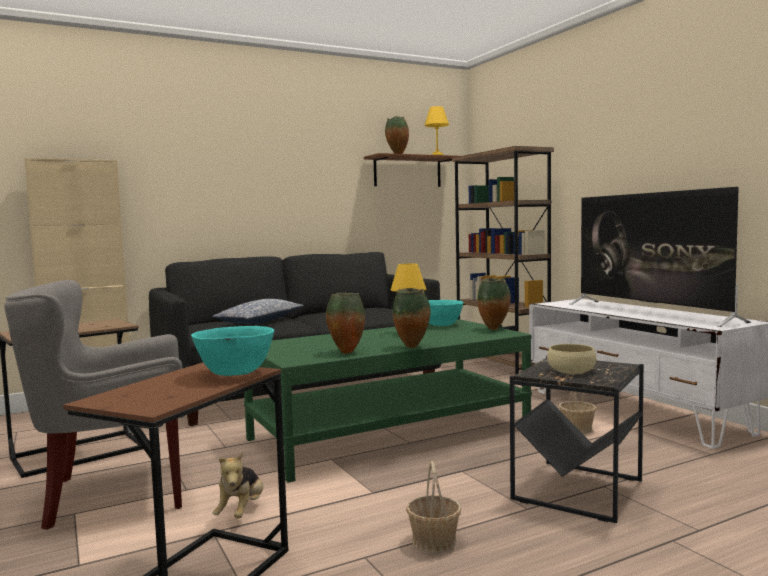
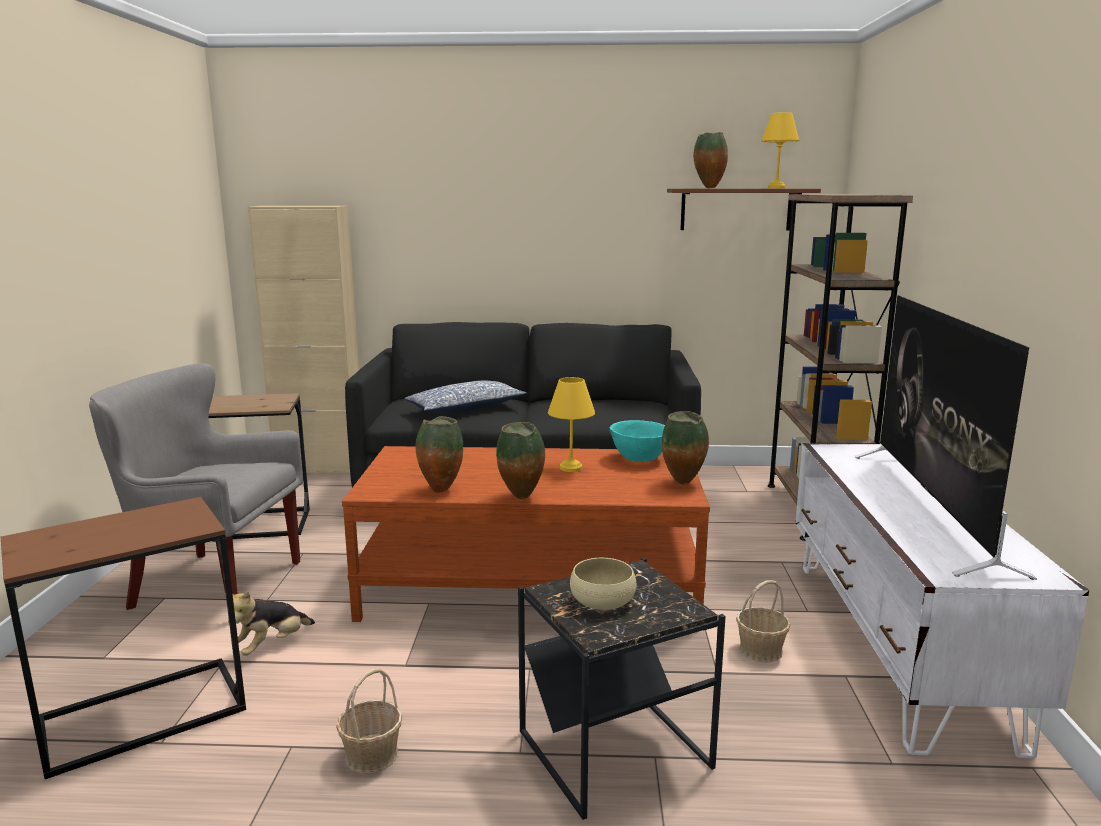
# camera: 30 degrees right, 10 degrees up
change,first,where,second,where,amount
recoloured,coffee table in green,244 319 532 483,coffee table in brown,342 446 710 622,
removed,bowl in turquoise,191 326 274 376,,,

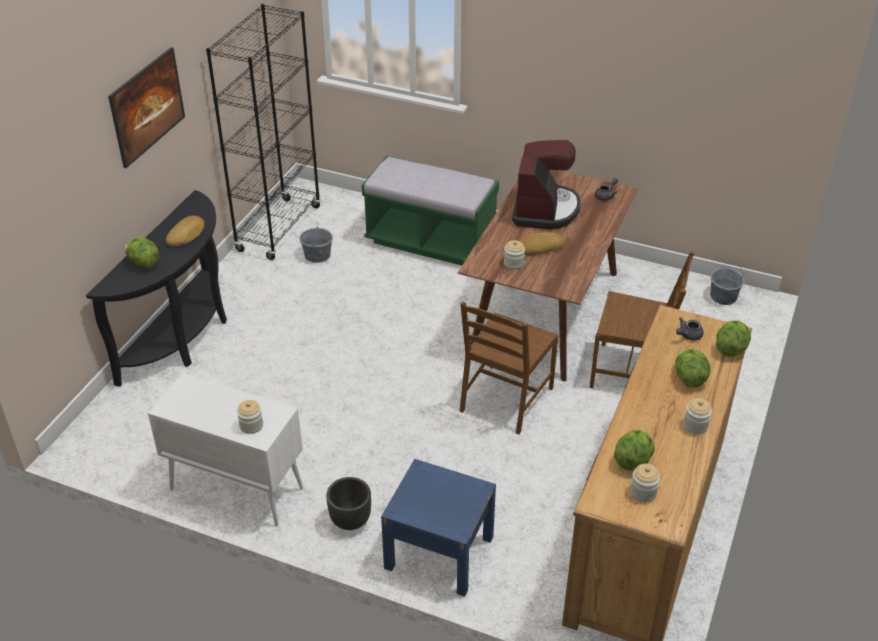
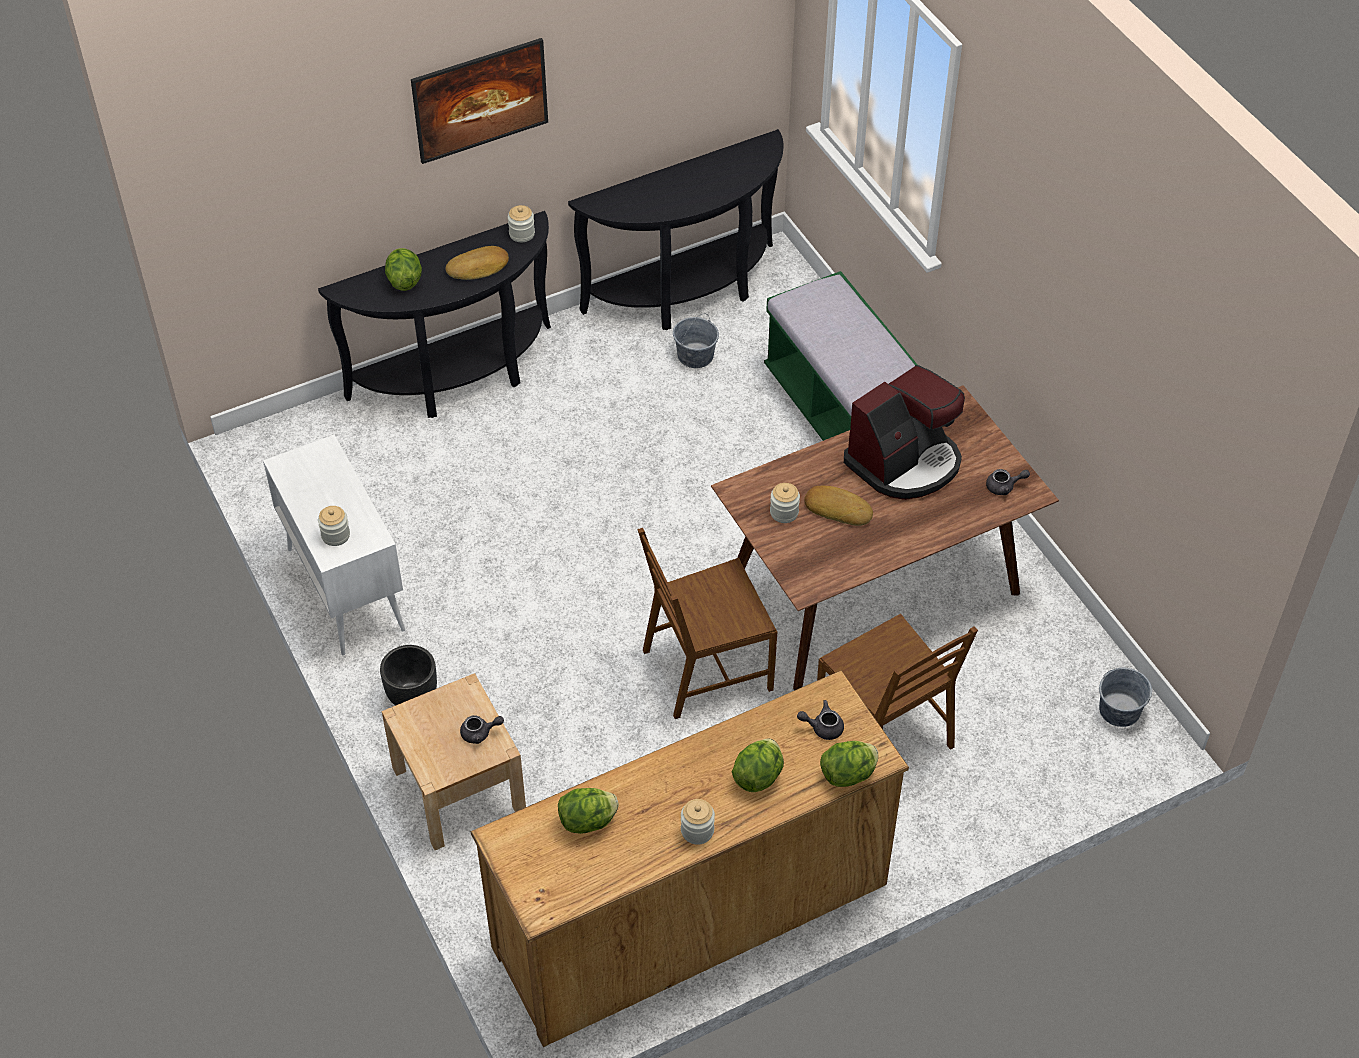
# camera: 40 degrees right, 10 degrees up
change,first,where,second,where,amount
replaced,bookcase in black,206 4 321 260,console table in black,568 129 783 330,
recoloured,nightstand in blue,381 459 496 597,nightstand in beige,382 673 526 850,
moved,jar,630 464 660 502,,508 205 535 242,
added,,,teapot in grey,460 715 504 744,

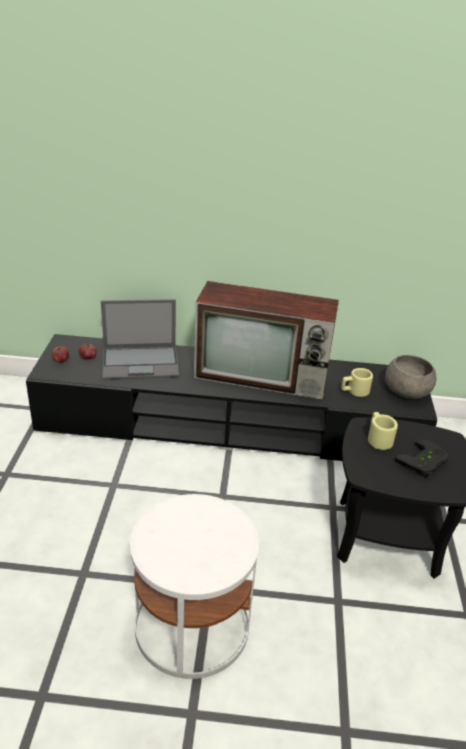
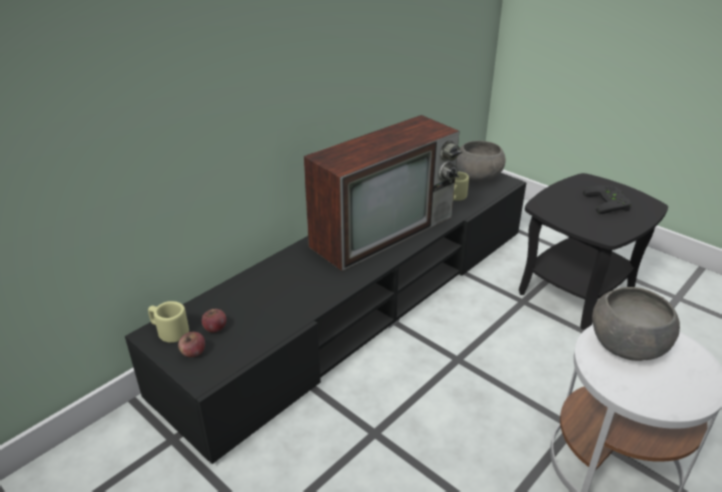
# camera: 50 degrees left, 0 degrees up
change,first,where,second,where,amount
removed,laptop,101 299 179 380,,,
moved,mug in beige,368 412 398 450,,148 301 189 343,
added,,,bowl in grey,592 287 680 361,

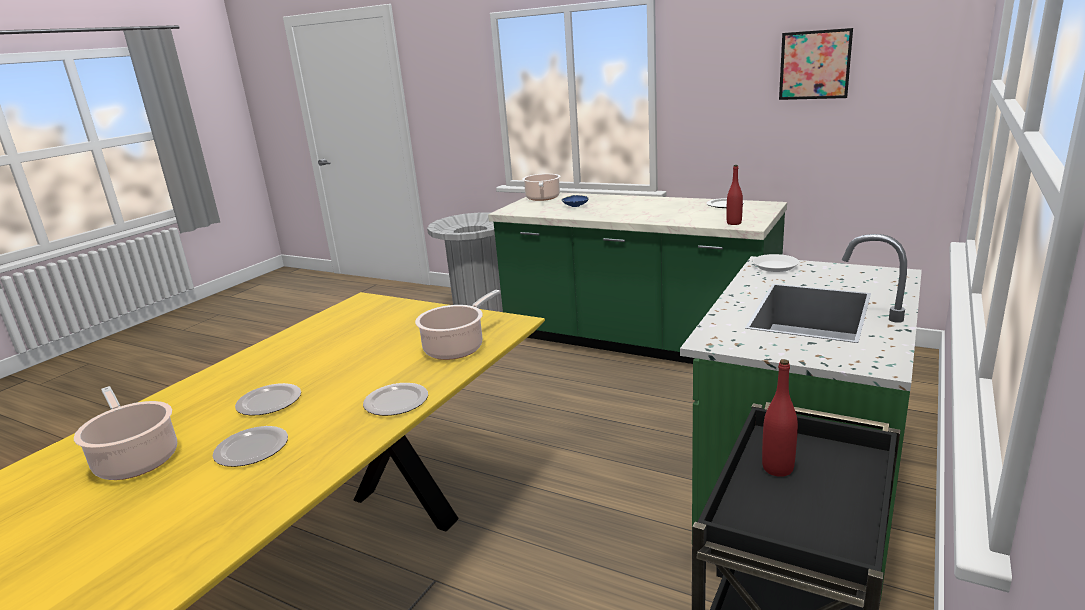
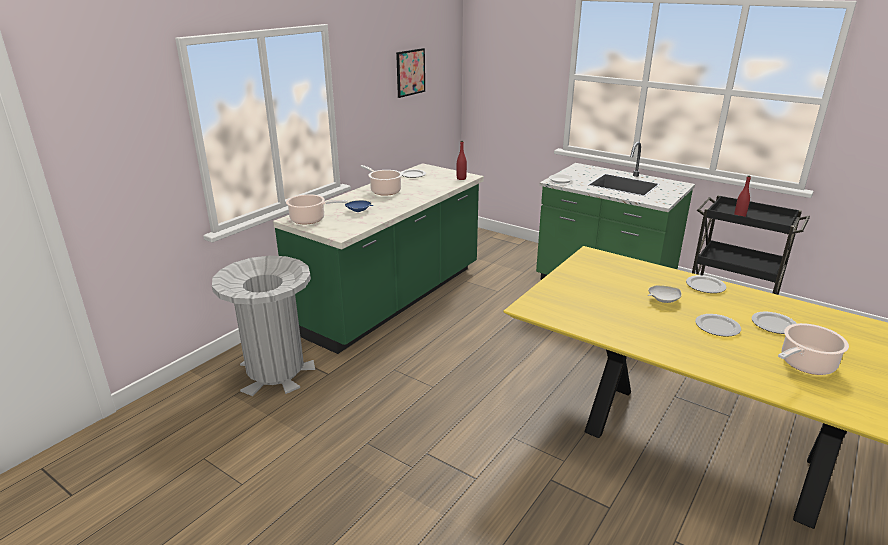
# camera: 85 degrees left, 5 degrees up
change,first,where,second,where,amount
moved,cooking pot,415 290 501 360,,360 165 402 196,
added,,,bowl in white,648 285 682 303,

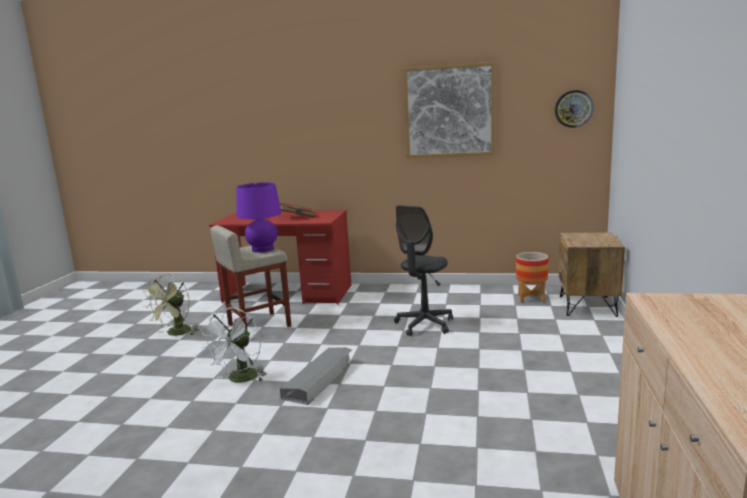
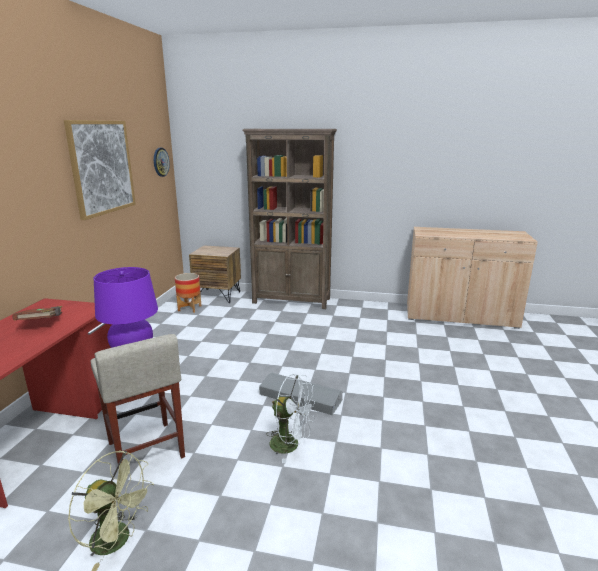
# camera: 90 degrees left, 5 degrees up
change,first,where,second,where,amount
removed,office chair in grey,394 205 453 336,,,
added,,,bookcase in brown,242 129 337 309,

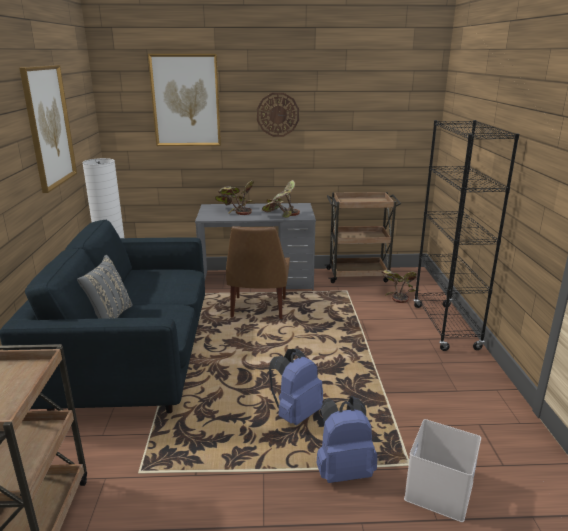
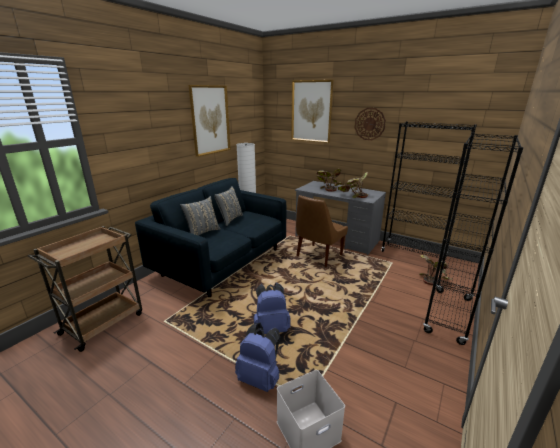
# camera: 35 degrees right, 0 degrees up
change,first,where,second,where,amount
replaced,cart in brown,326 192 401 283,bookcase in black,381 121 477 261,
added,,,pillow in grey,214 186 243 226,

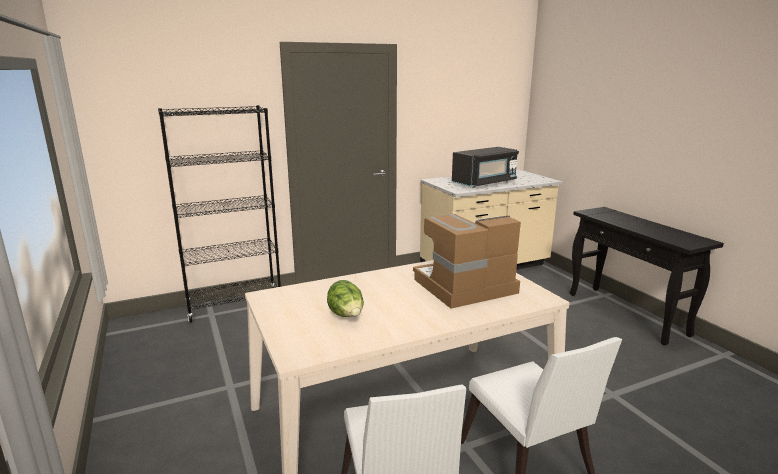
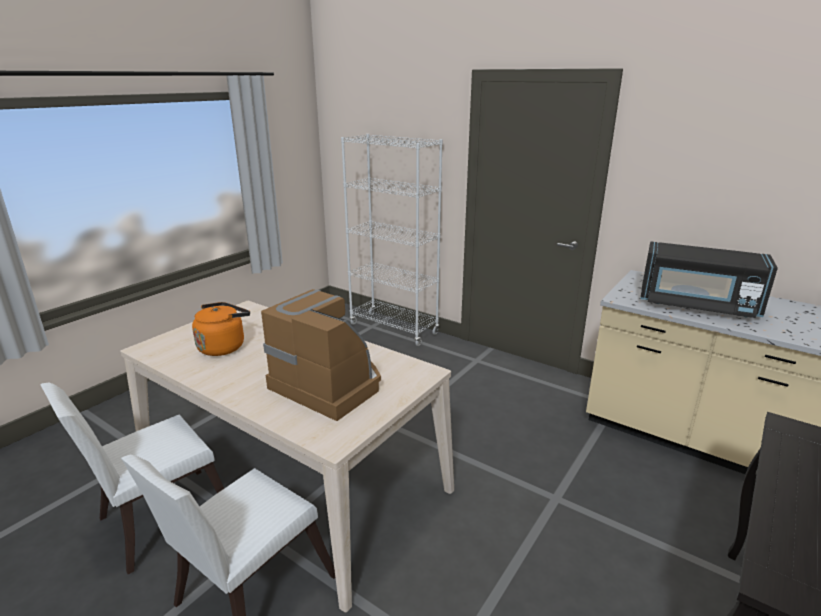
# camera: 60 degrees right, 5 degrees up
change,first,where,second,where,amount
recoloured,bookcase in black,158 105 281 322,bookcase in white,341 134 443 346,
replaced,lettuce,327 280 364 317,kettle in orange,192 302 250 356,

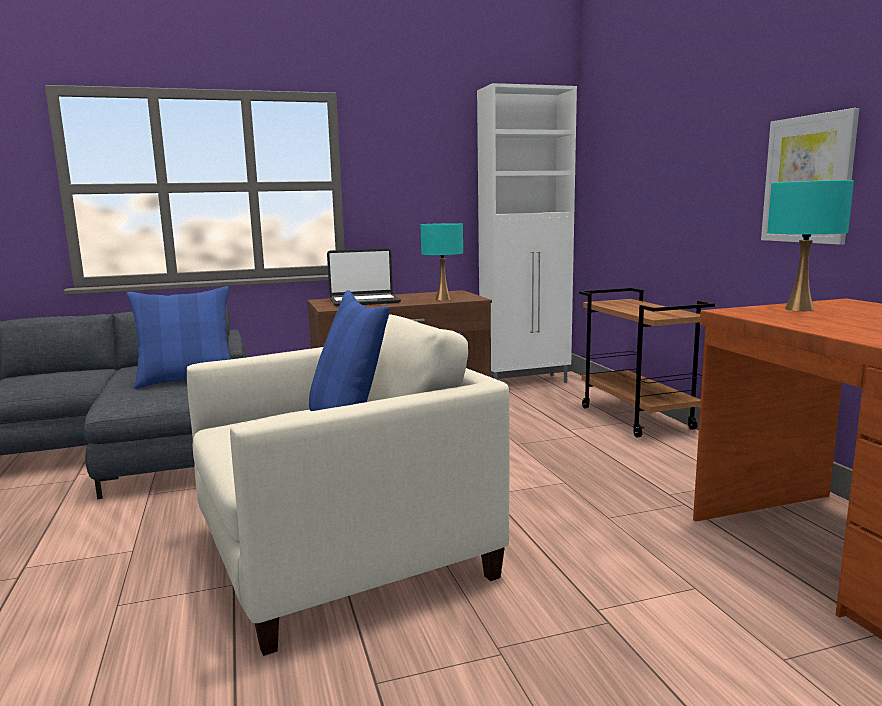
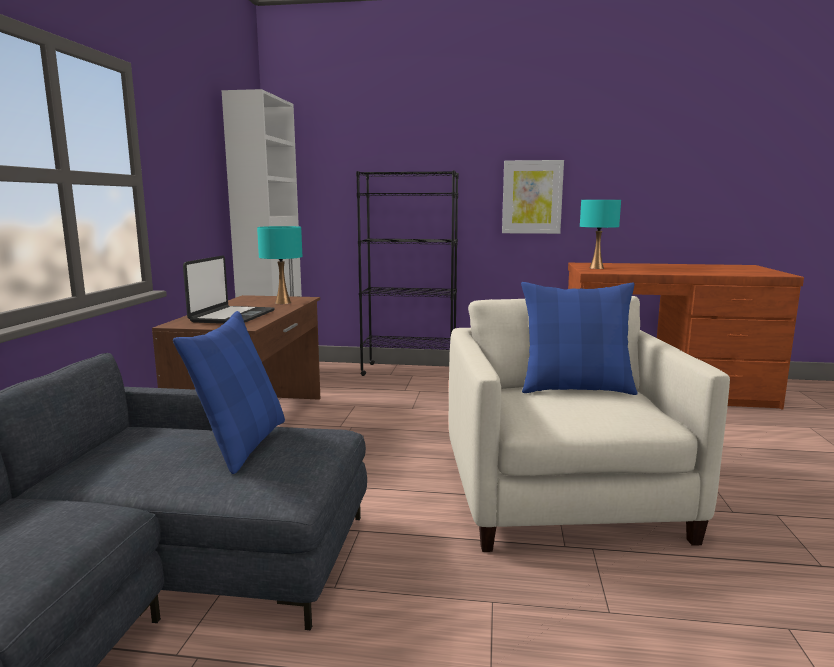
# camera: 65 degrees left, 0 degrees up
change,first,where,second,where,amount
replaced,cart in brown,579 288 715 437,bookcase in black,356 170 459 376,

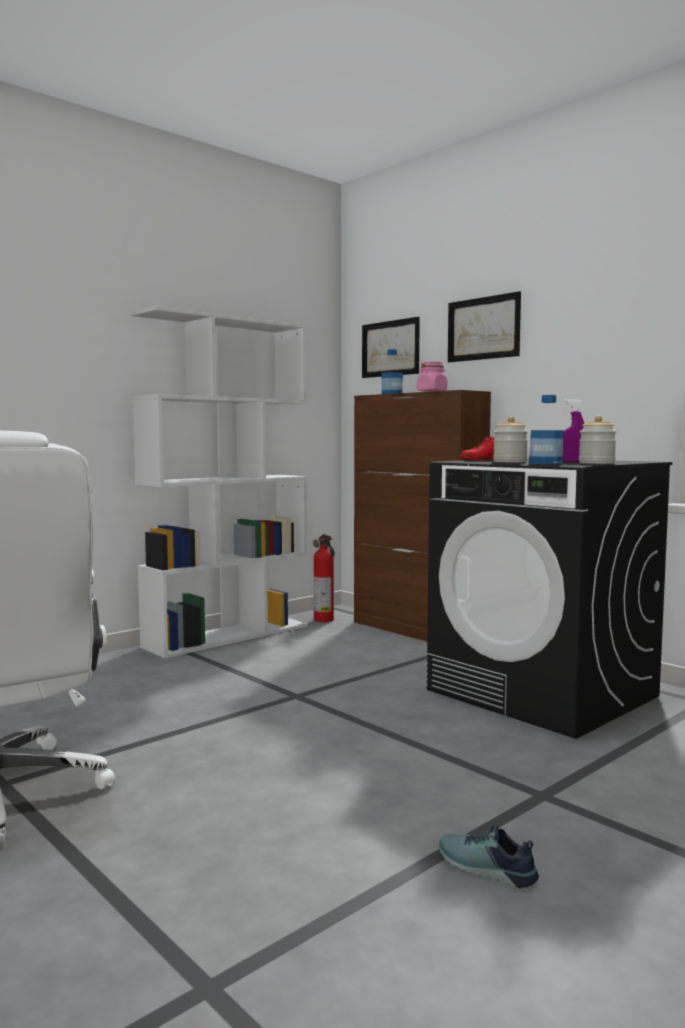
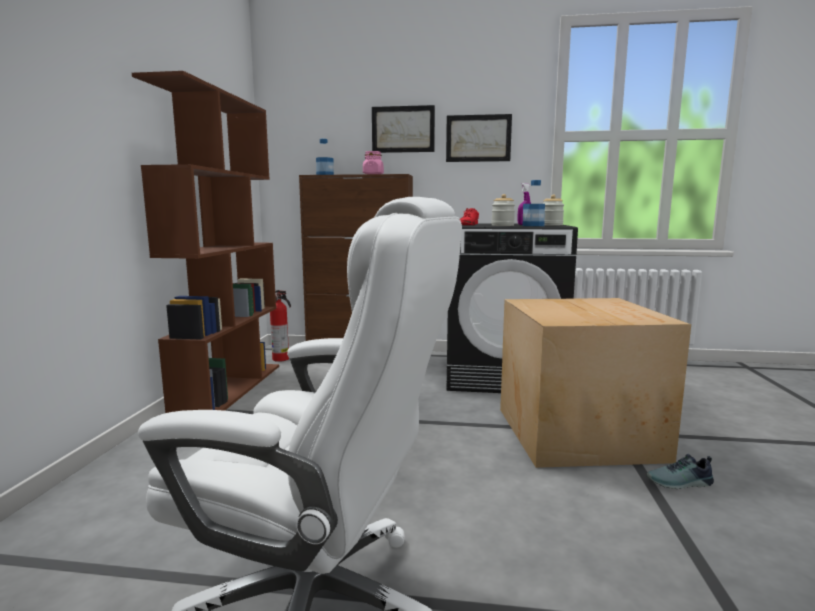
# camera: 40 degrees left, 5 degrees up
change,first,where,second,where,amount
recoloured,bookcase in white,130 306 307 658,bookcase in brown,132 71 279 413,
moved,picture,362 317 420 378,,446 114 512 162,
added,,,cardboard box,500 298 691 468,

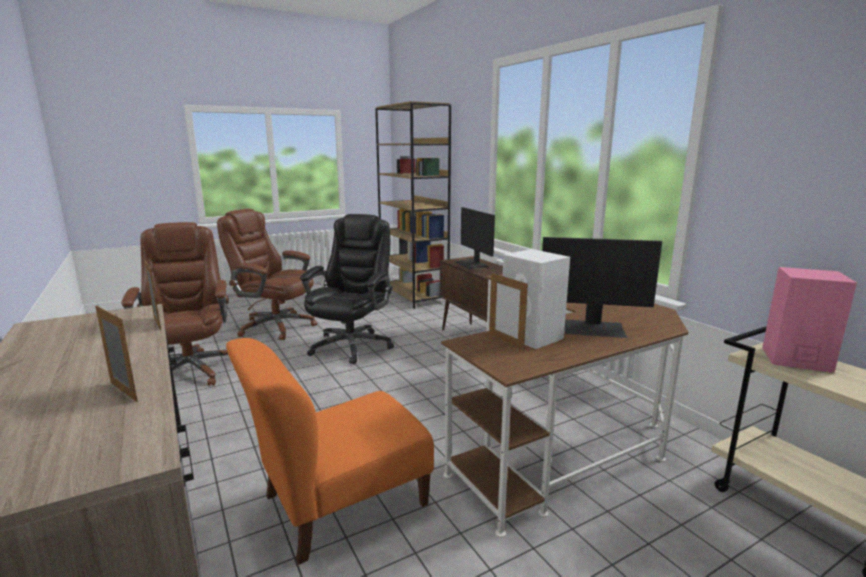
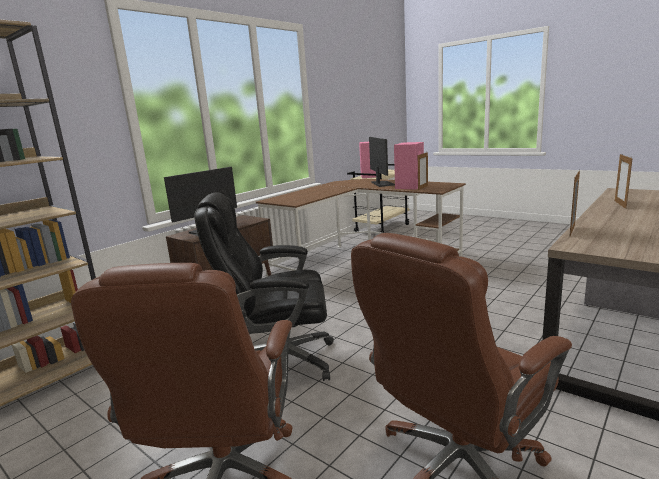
# camera: 110 degrees left, 0 degrees up
change,first,where,second,where,amount
recoloured,speaker in white,503 249 570 349,speaker in pink,394 142 424 189,
removed,chair in orange,226 338 434 565,,,

